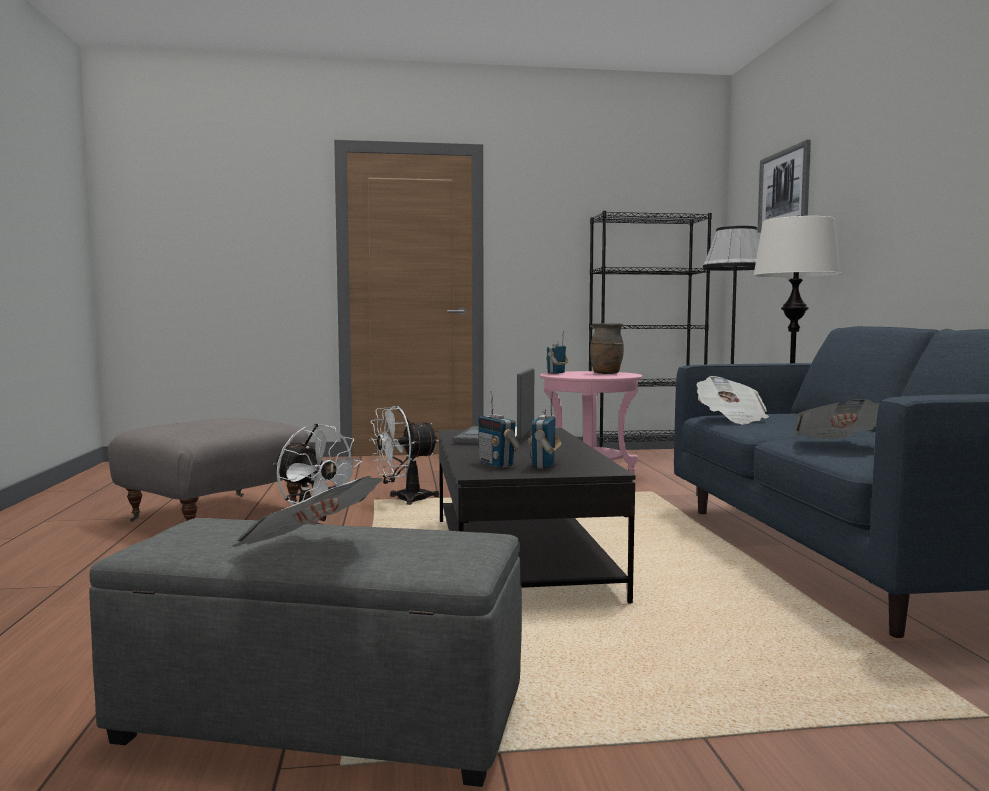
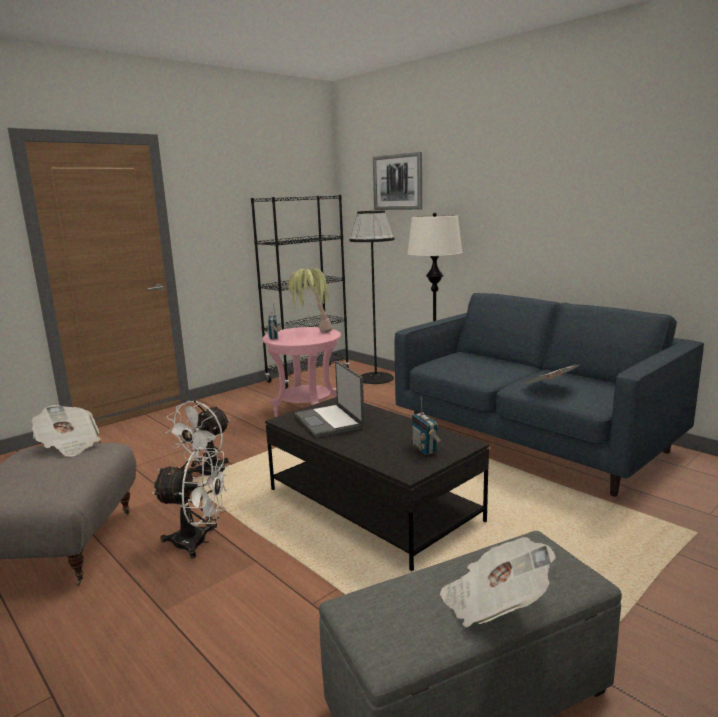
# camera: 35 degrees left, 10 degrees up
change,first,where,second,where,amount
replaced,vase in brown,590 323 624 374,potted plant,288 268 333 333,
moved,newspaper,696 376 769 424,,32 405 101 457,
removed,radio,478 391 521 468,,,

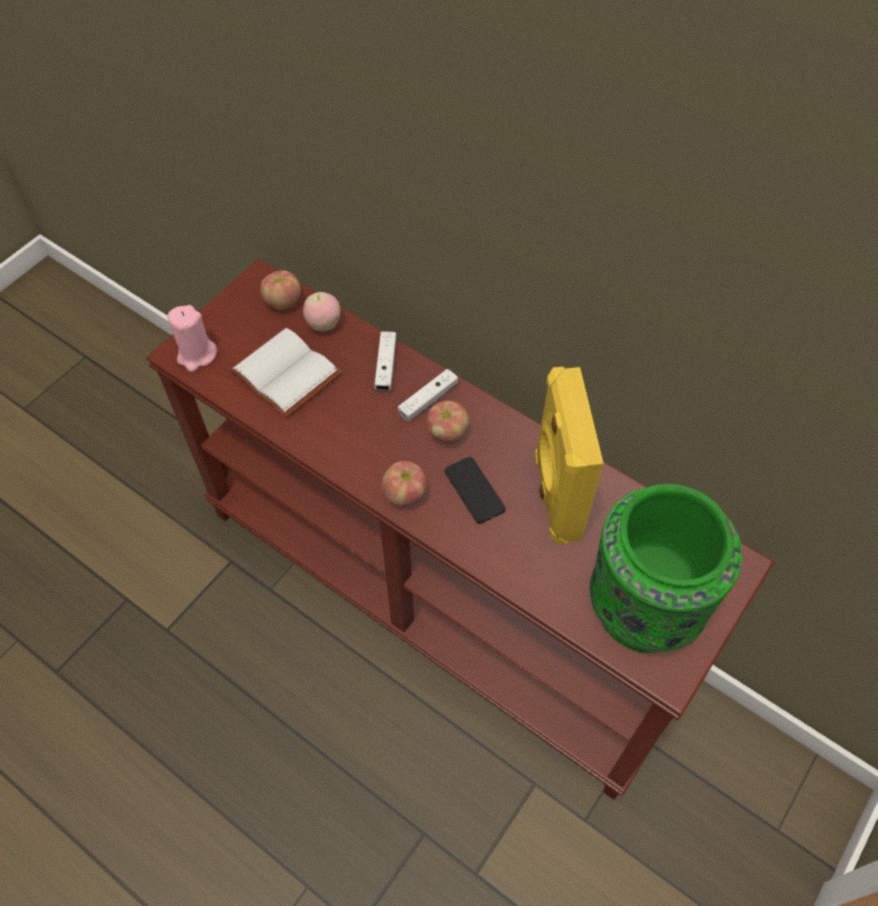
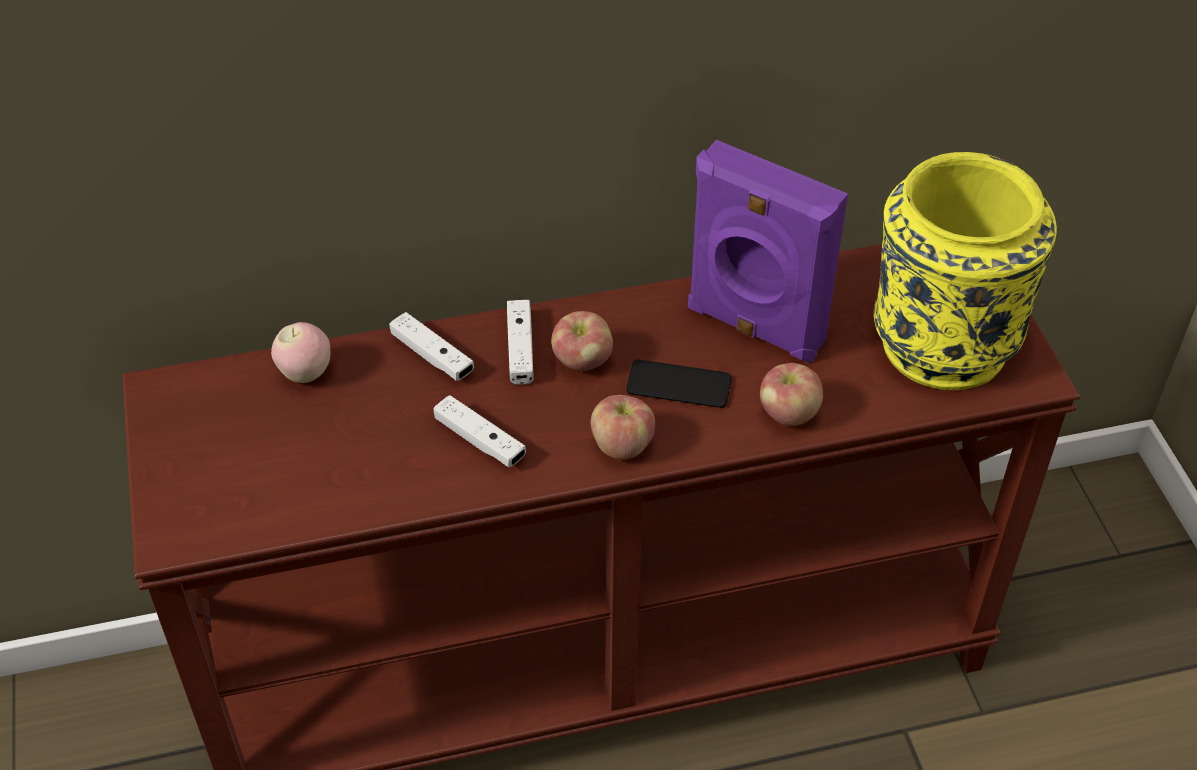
# camera: 50 degrees left, 10 degrees down
change,first,where,second,where,amount
moved,apple,260 270 301 310,,760 363 823 426,
removed,candle in pink,167 305 217 372,,,
removed,book in white,229 327 342 418,,,
recoloured,speaker in yellow,535 367 604 545,speaker in purple,688 140 848 363,
recoloured,vase in green,590 484 742 653,vase in yellow,874 152 1057 390,
added,,,game controller in white,433 395 526 468,

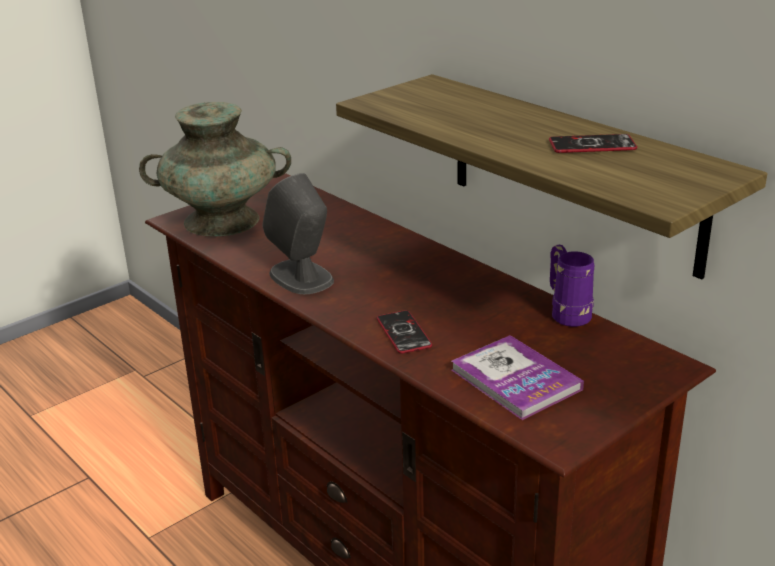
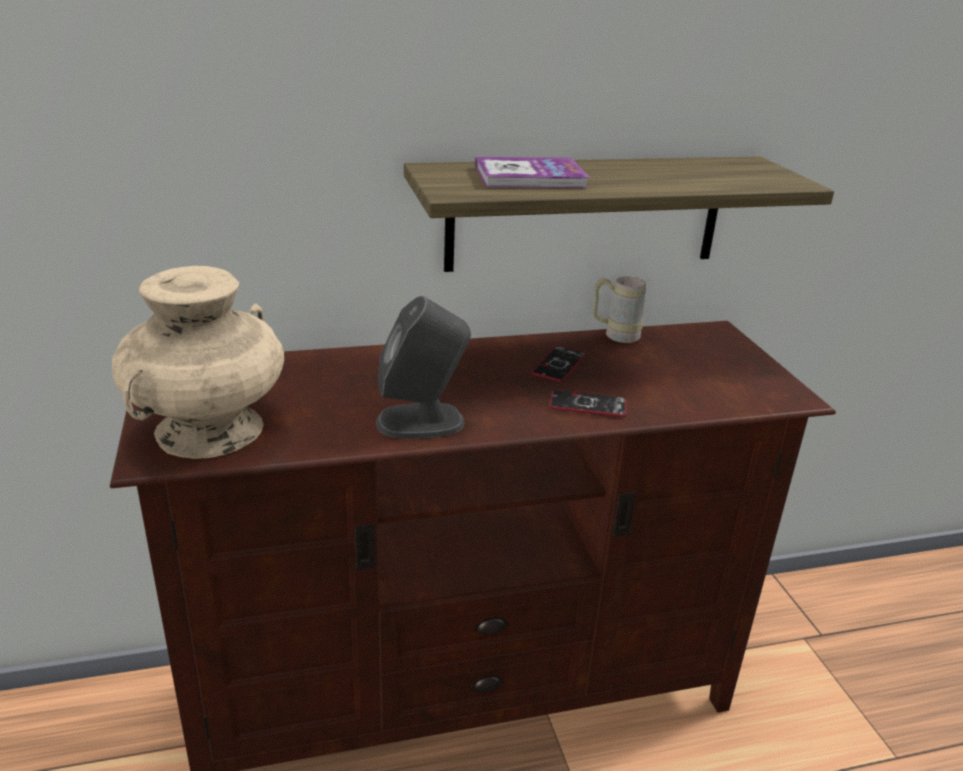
# camera: 65 degrees left, 0 degrees up
change,first,where,second,where,amount
recoloured,vase in turquoise,139 102 291 236,vase in beige,112 266 284 459,
moved,phone,549 134 637 153,,532 346 586 382,
recoloured,mug in purple,550 244 594 327,mug in beige,593 276 646 343,
moved,book,452 335 584 420,,475 157 589 188,

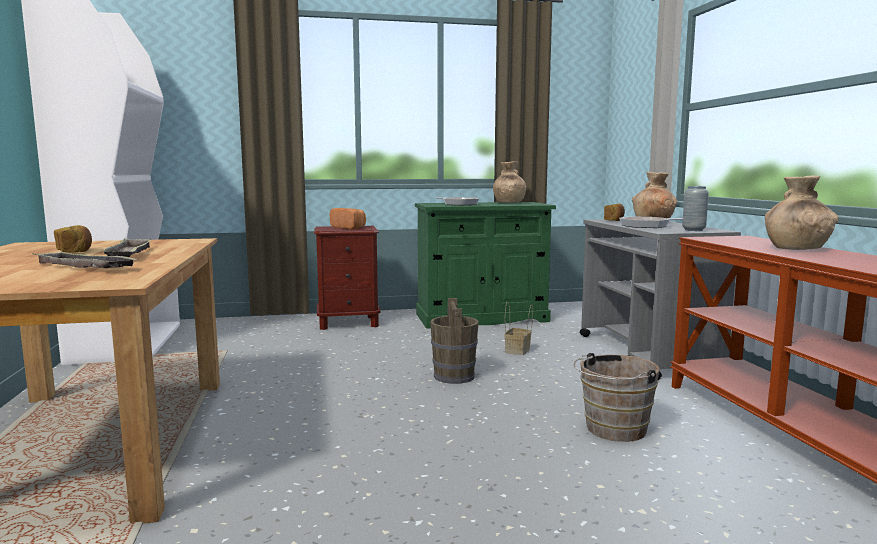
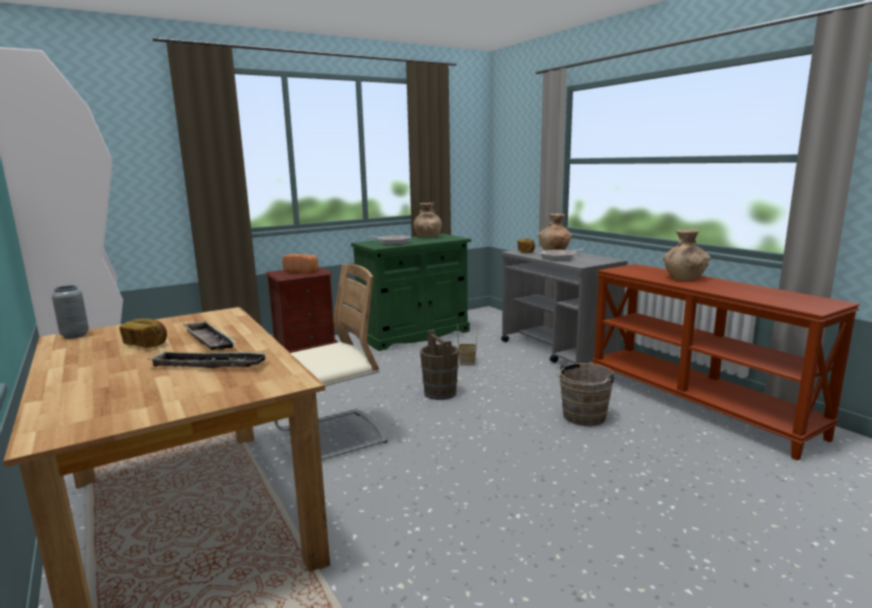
# camera: 20 degrees left, 5 degrees up
change,first,where,second,where,amount
moved,vase in grey,682 186 709 231,,52 285 89 339,
added,,,chair in beige,275 264 388 460,

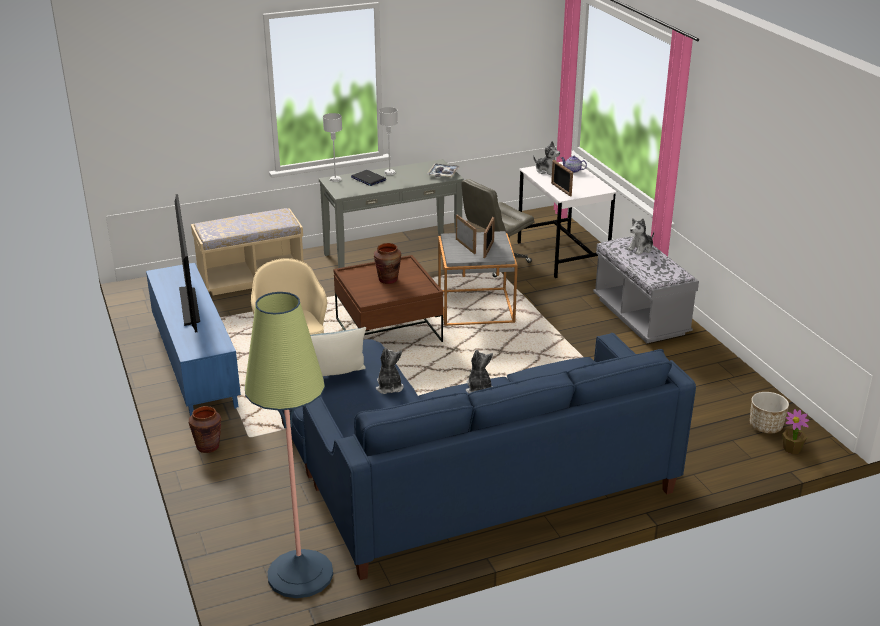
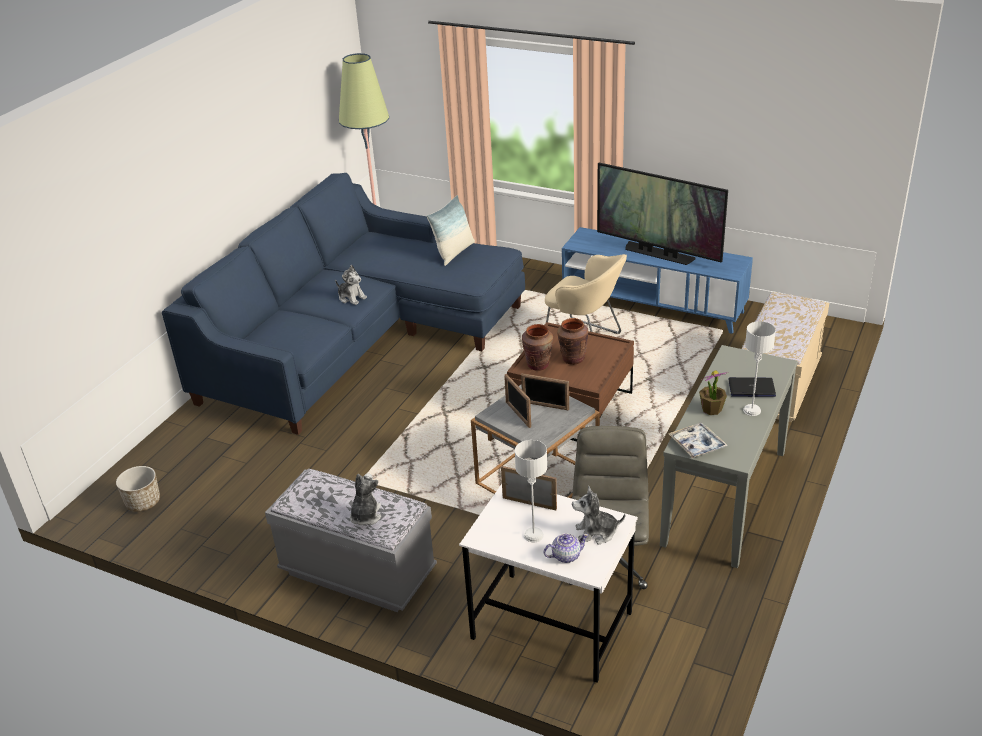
# camera: 140 degrees right, 5 degrees up
change,first,where,second,where,amount
moved,table lamp in grey,323 113 342 182,,515 440 547 542,
removed,plush toy,376 347 404 394,,,
moved,vase in brown,189 406 221 453,,522 324 553 371,
moved,potted plant,782 409 809 454,,699 371 728 415,

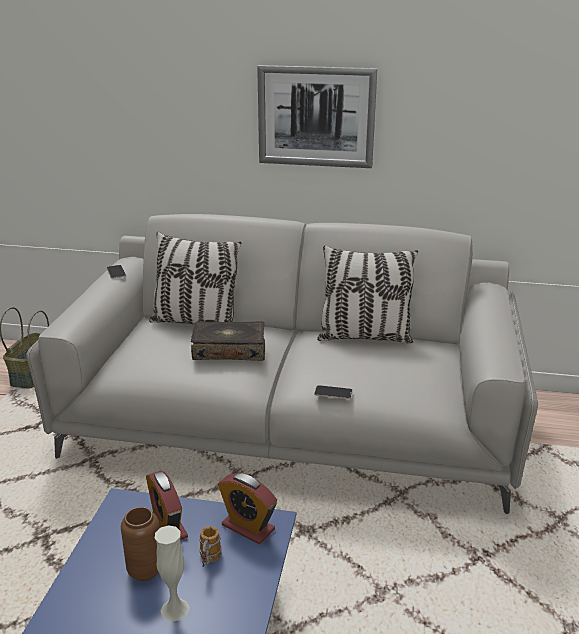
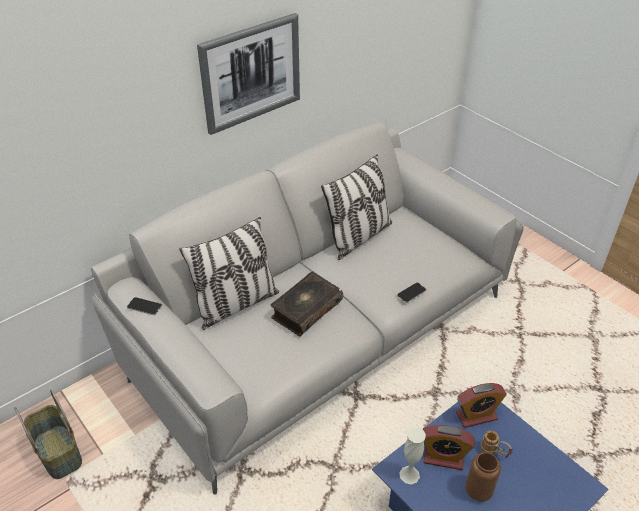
# camera: 50 degrees left, 15 degrees up
change,first,where,second,where,amount
moved,vase in white,155 525 190 621,,400 427 426 484,

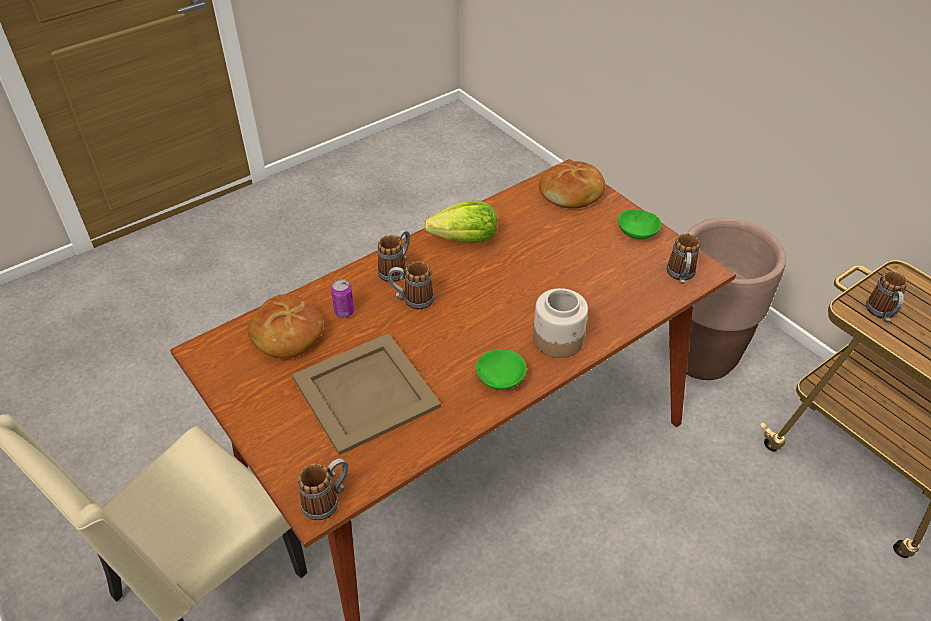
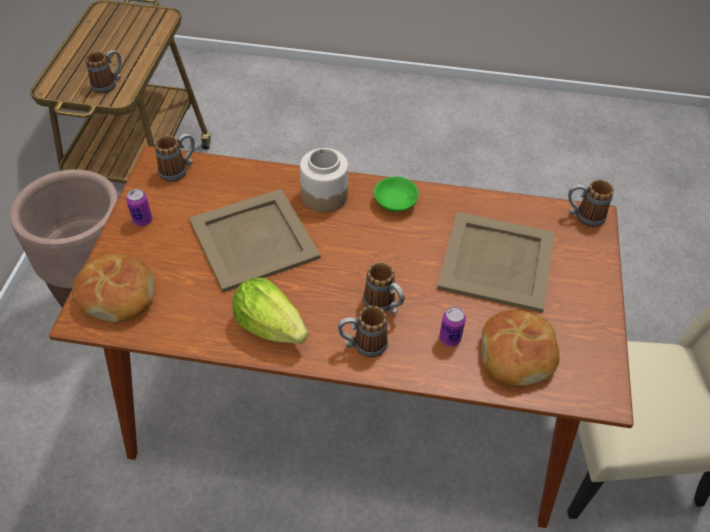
# camera: 135 degrees left, 5 degrees up
change,first,where,second,where,amount
replaced,bowl in green,618 209 661 239,can,126 189 152 226,
added,,,tray in beige,189 189 321 292,

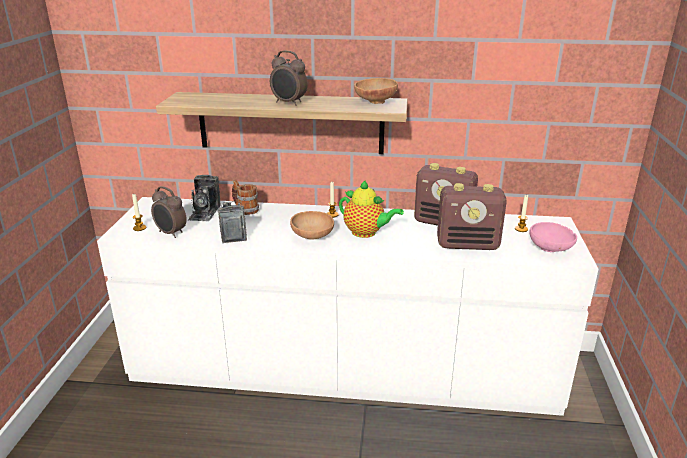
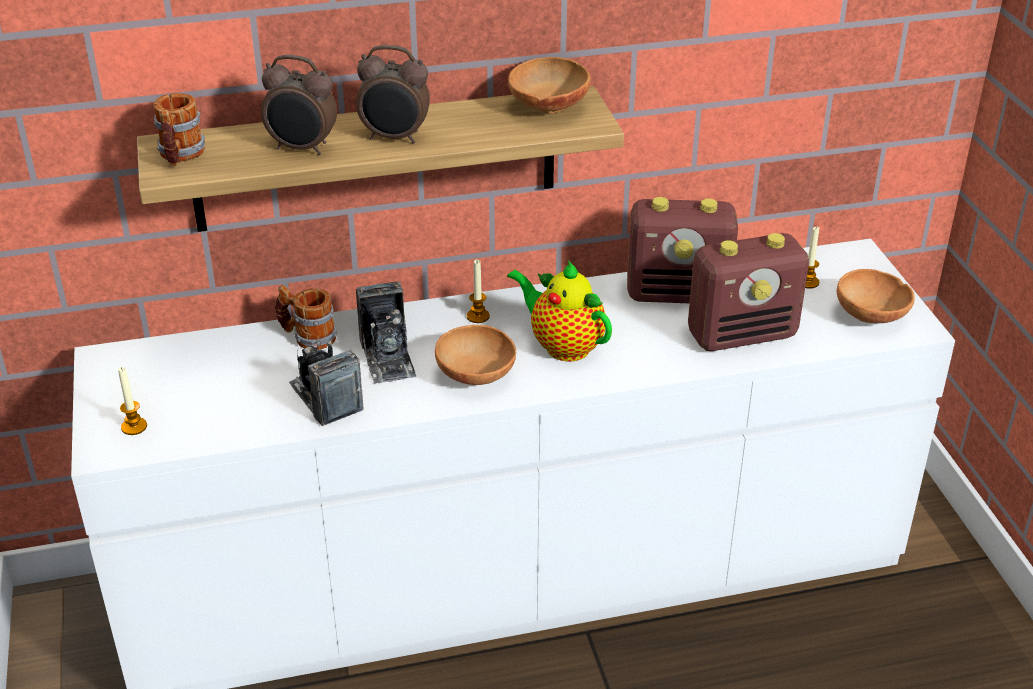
# camera: 20 degrees left, 10 degrees up
change,first,where,second,where,amount
moved,photo camera,188 175 220 221,,356 281 416 384,
turned,teapot,339 180 404 238,,507 260 612 362,150 degrees counterclockwise
moved,alarm clock,151 186 187 238,,261 55 337 155,
recoloured,bowl in pink,529 222 577 252,bowl in brown,837 269 915 323,
added,,,mug,154 93 205 166,

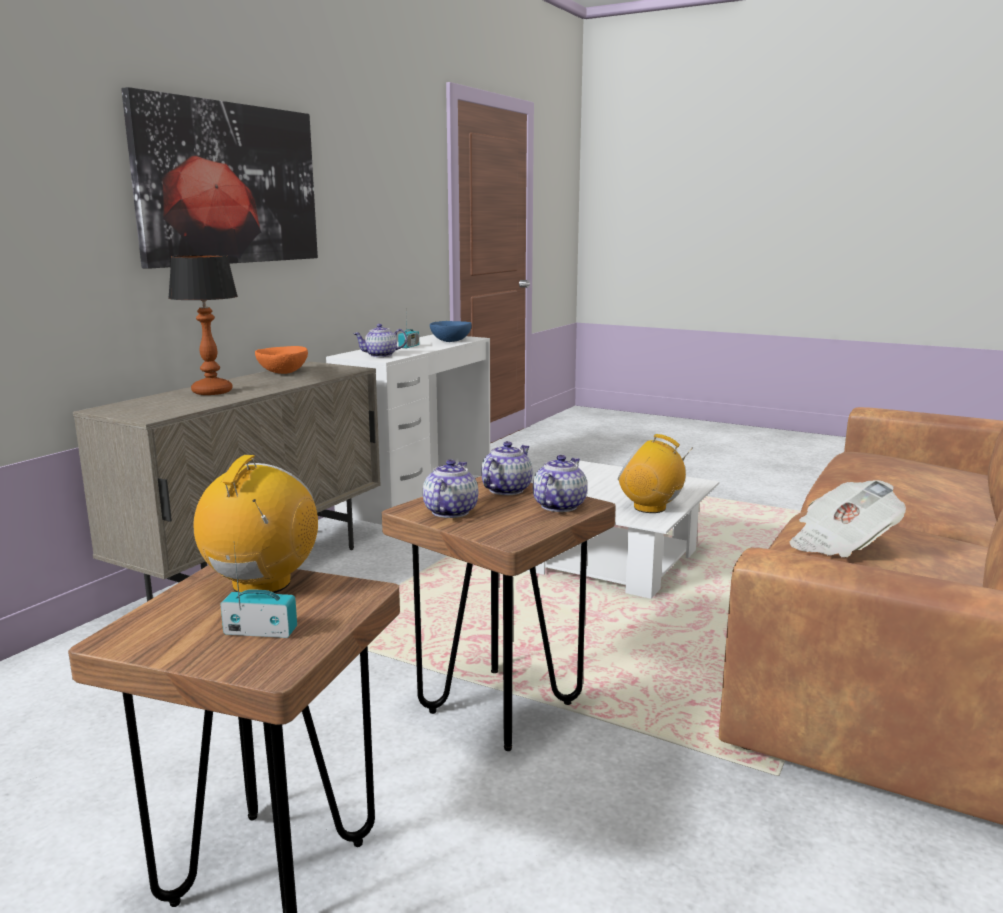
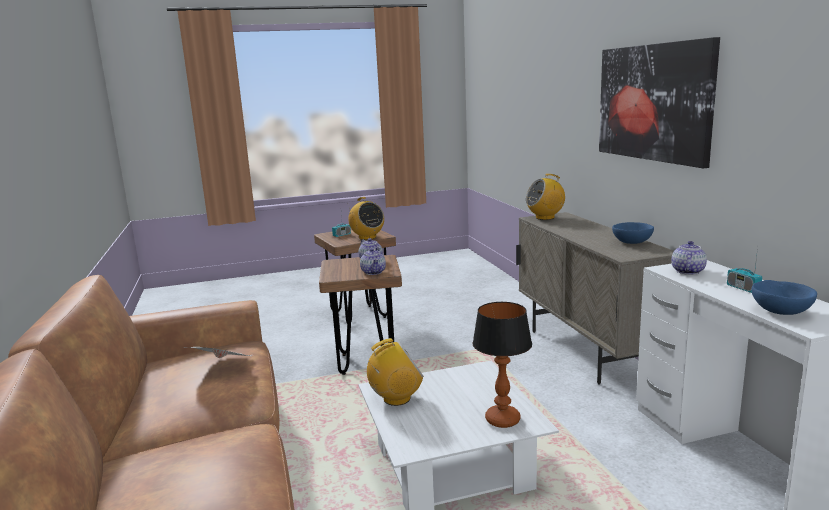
# camera: 135 degrees right, 0 degrees up
change,first,where,second,where,amount
moved,table lamp,168 255 238 395,,473 302 532 428,
recoloured,bowl in orange,255 346 308 374,bowl in blue,612 222 654 244,
removed,teapot,533 455 587 512,,,
added,,,radio,526 174 565 220,

